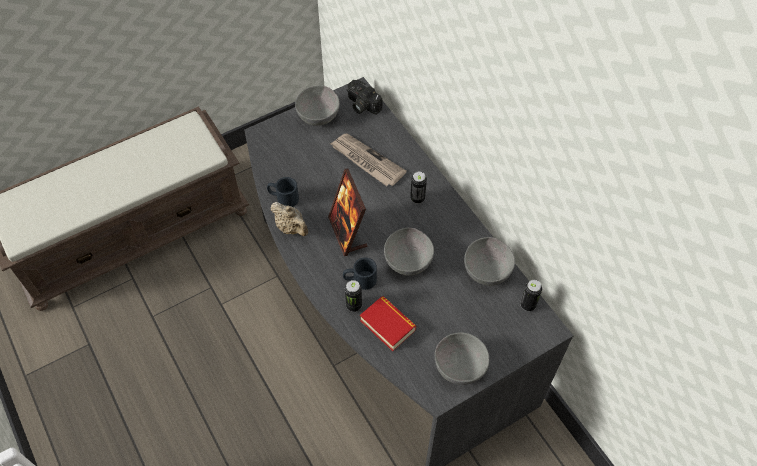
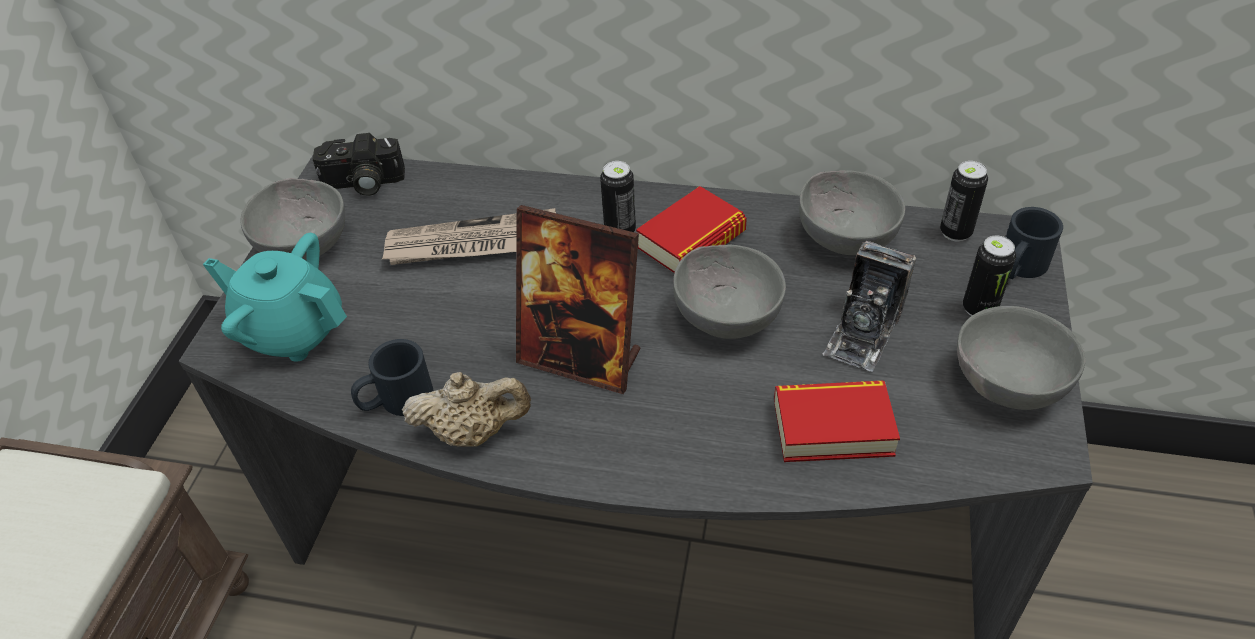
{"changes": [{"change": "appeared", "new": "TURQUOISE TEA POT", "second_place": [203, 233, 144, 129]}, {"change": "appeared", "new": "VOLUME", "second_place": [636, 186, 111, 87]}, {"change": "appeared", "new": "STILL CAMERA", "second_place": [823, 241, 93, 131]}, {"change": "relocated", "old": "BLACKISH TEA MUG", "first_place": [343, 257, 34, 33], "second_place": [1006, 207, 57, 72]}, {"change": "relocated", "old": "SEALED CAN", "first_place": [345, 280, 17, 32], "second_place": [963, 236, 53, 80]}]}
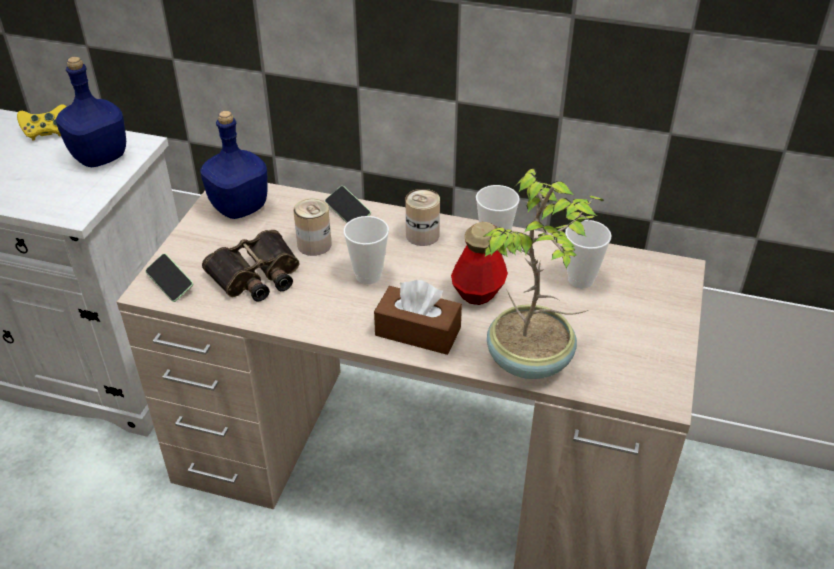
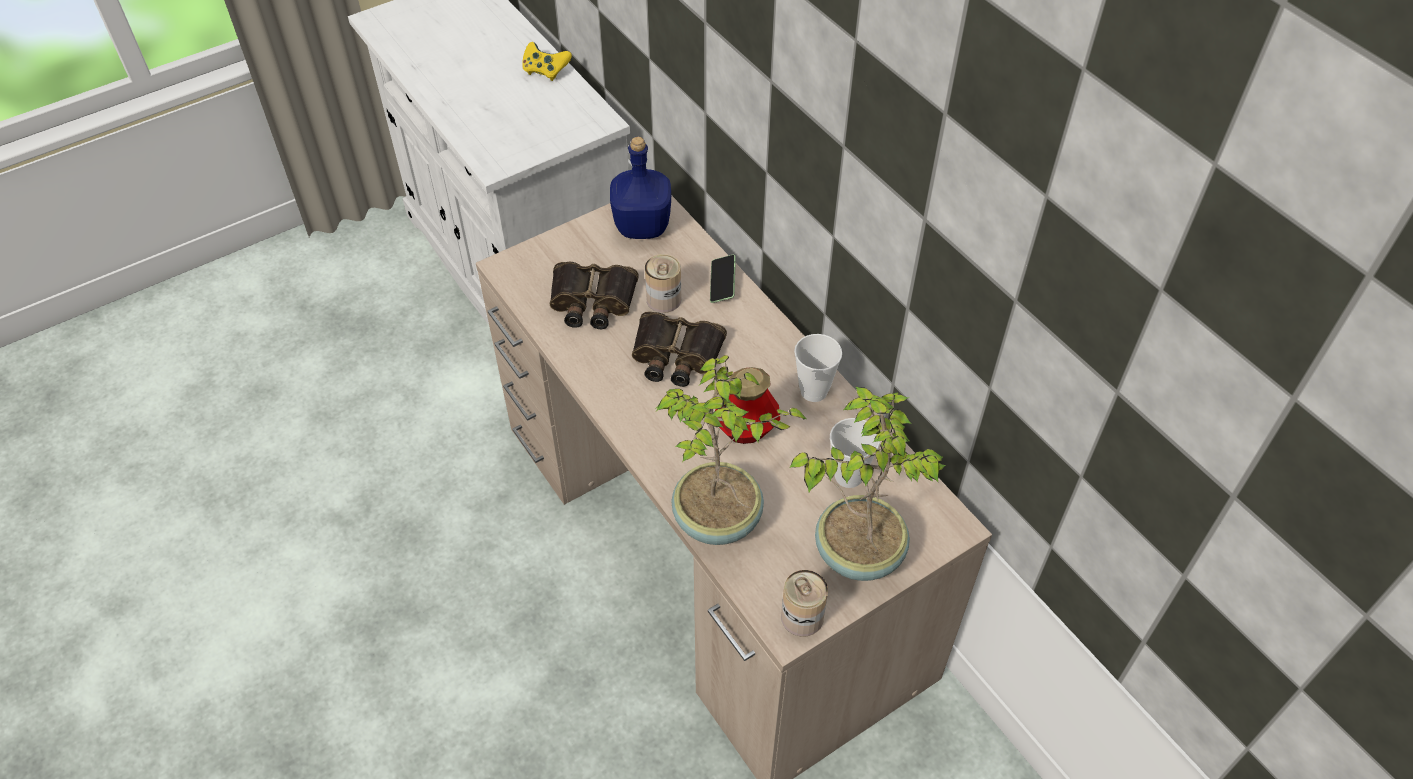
{"changes": [{"change": "missing", "old": "BLUE BOTTLE", "first_place": [56, 57, 70, 110]}, {"change": "missing", "old": "TELEPHONE", "first_place": [145, 253, 48, 49]}, {"change": "missing", "old": "BROWN TISSUE BOX", "first_place": [374, 280, 88, 75]}, {"change": "appeared", "new": "HOUSEPLANT", "second_place": [790, 386, 156, 195]}, {"change": "relocated", "old": "SEALED CAN", "first_place": [406, 189, 34, 57], "second_place": [781, 570, 47, 67]}, {"change": "exchanged", "old": "CUP", "new": "PAIR OF BINOCULARS", "first_place": [344, 216, 45, 68], "second_place": [632, 311, 95, 76]}]}
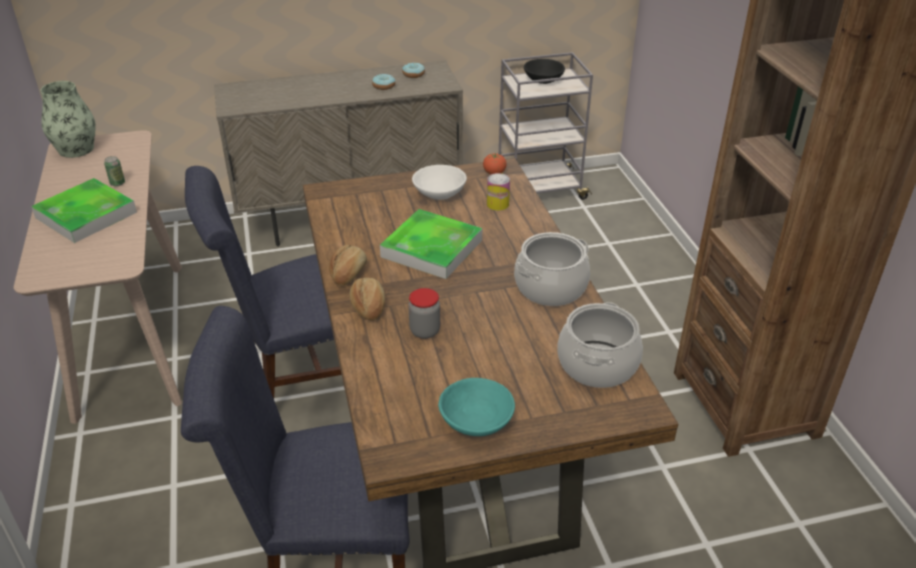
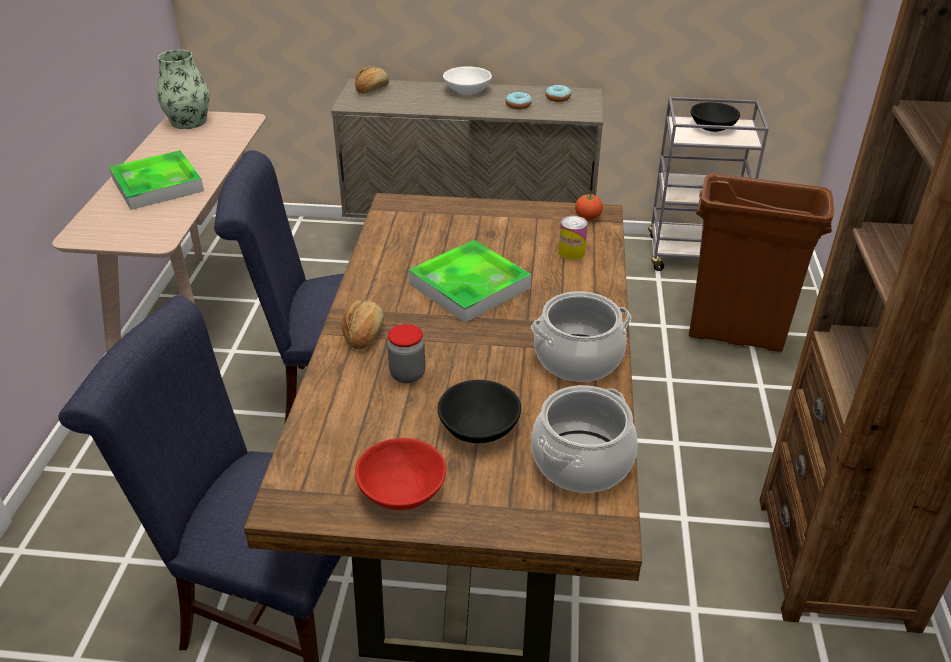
{"changes": [{"change": "missing", "old": "SEALED CAN", "first_place": [104, 156, 21, 30]}, {"change": "appeared", "new": "BLACKISH DEEP DISH", "second_place": [438, 380, 83, 63]}, {"change": "appeared", "new": "BROWN WASTE BIN", "second_place": [689, 173, 145, 179]}, {"change": "relocated", "old": "BAKERY BREAD", "first_place": [329, 245, 38, 41], "second_place": [355, 66, 34, 28]}, {"change": "relocated", "old": "WHITISH DEEP DISH", "first_place": [412, 165, 55, 35], "second_place": [443, 66, 49, 29]}, {"change": "colour", "old": "TURQUOISE DEEP DISH", "new": "RED DEEP DISH", "first_place": [438, 378, 77, 58], "second_place": [355, 438, 91, 72]}]}
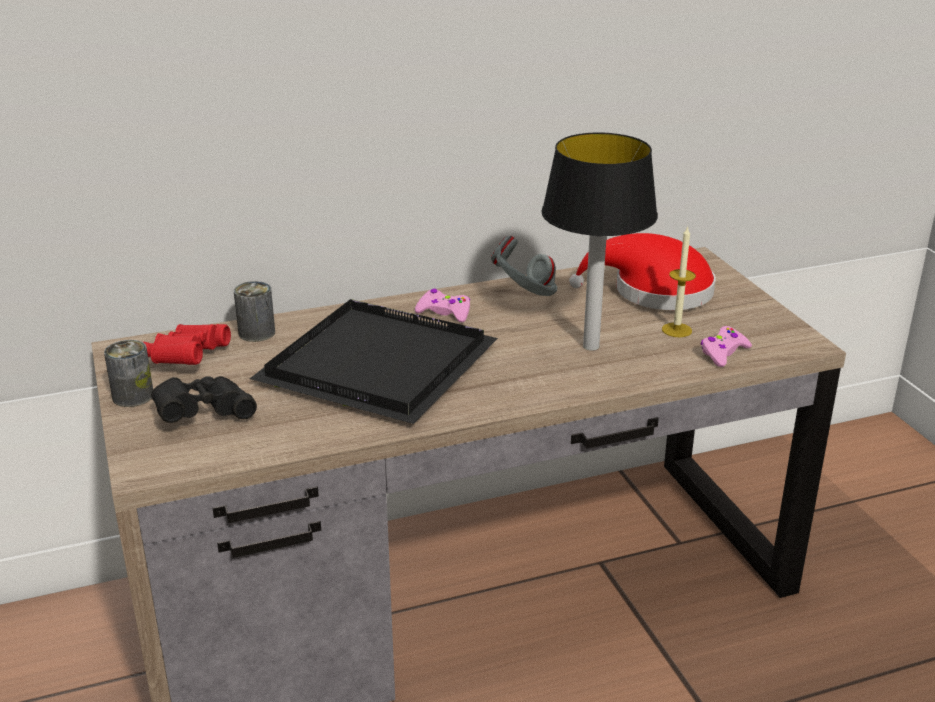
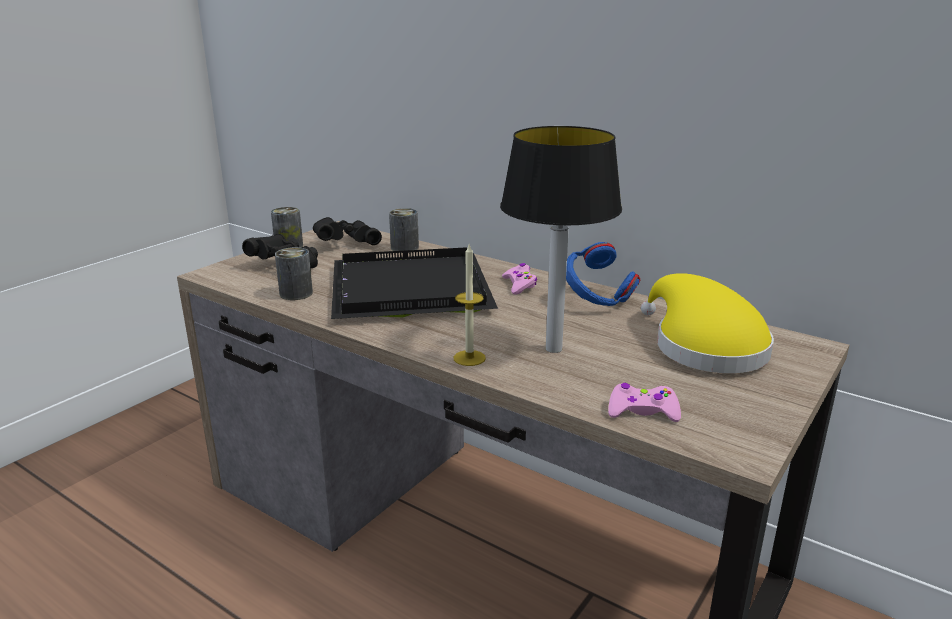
{"changes": [{"change": "appeared", "new": "SEALED CAN", "second_place": [275, 247, 38, 53]}, {"change": "relocated", "old": "WAX LIGHT", "first_place": [662, 226, 34, 111], "second_place": [454, 245, 32, 121]}, {"change": "colour", "old": "RED PAIR OF BINOCULARS", "new": "BLACKISH PAIR OF BINOCULARS", "first_place": [143, 324, 88, 41], "second_place": [313, 217, 69, 28]}, {"change": "colour", "old": "GREY HEADPHONES", "new": "BLUE HEADPHONES", "first_place": [491, 236, 66, 60], "second_place": [566, 242, 75, 64]}, {"change": "colour", "old": "RED HAT", "new": "YELLOW HAT", "first_place": [569, 233, 147, 77], "second_place": [641, 273, 133, 100]}]}
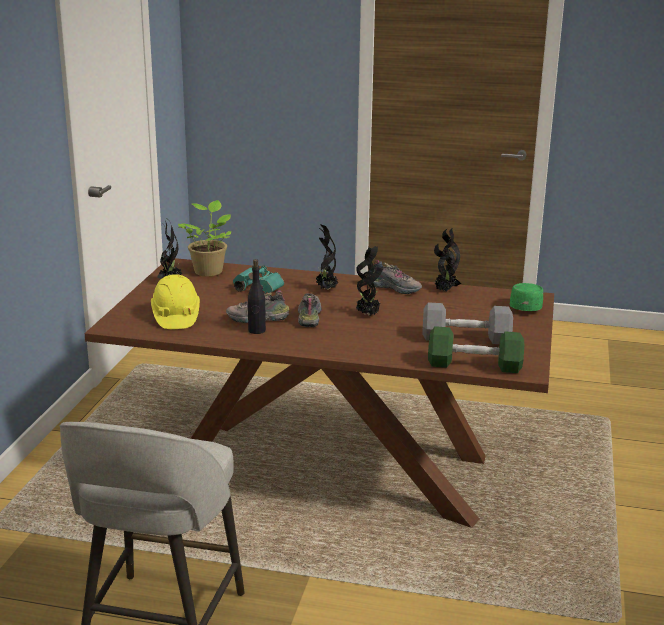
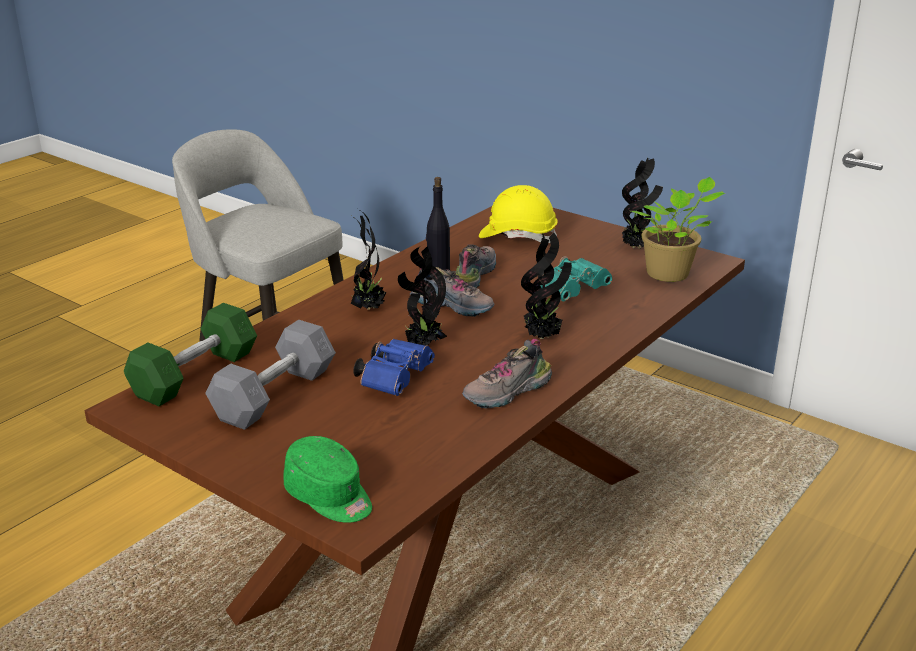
{"changes": [{"change": "appeared", "new": "BLUE PAIR OF BINOCULARS", "second_place": [353, 339, 82, 57]}, {"change": "relocated", "old": "HOUSEPLANT", "first_place": [434, 228, 27, 64], "second_place": [351, 209, 35, 101]}]}
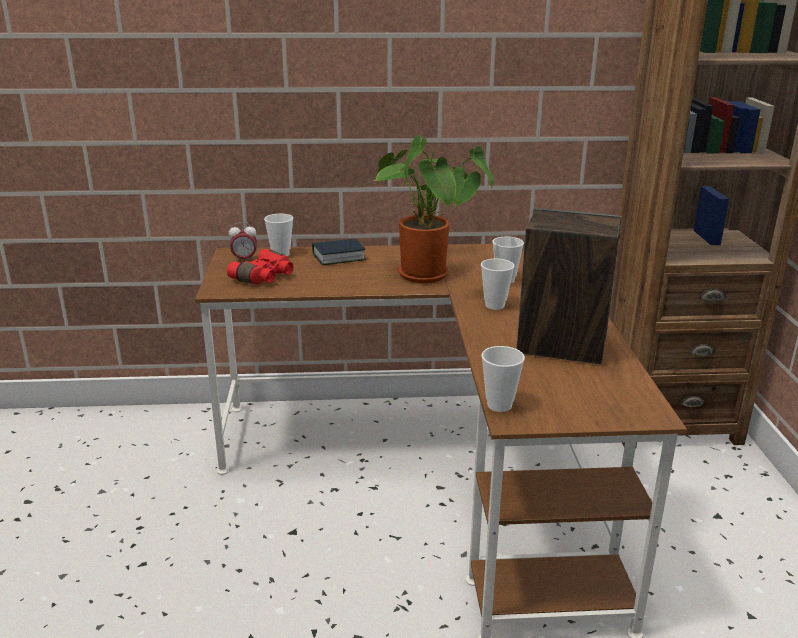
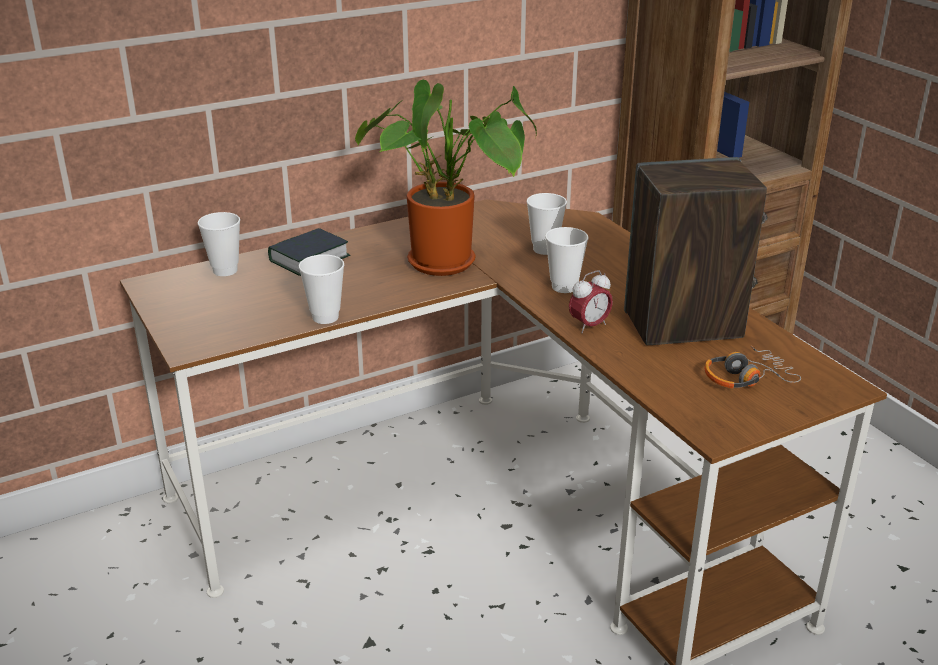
{"changes": [{"change": "missing", "old": "RED PAIR OF BINOCULARS", "first_place": [227, 249, 66, 35]}, {"change": "appeared", "new": "HEADPHONES", "second_place": [705, 346, 96, 42]}, {"change": "relocated", "old": "TABLE CLOCK", "first_place": [229, 222, 28, 40], "second_place": [569, 270, 44, 63]}, {"change": "relocated", "old": "CUP", "first_place": [481, 346, 44, 66], "second_place": [299, 254, 45, 70]}]}
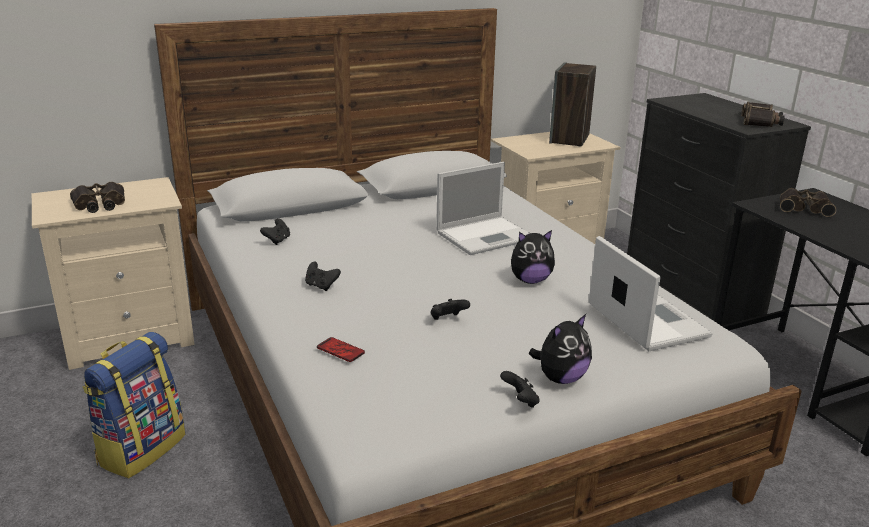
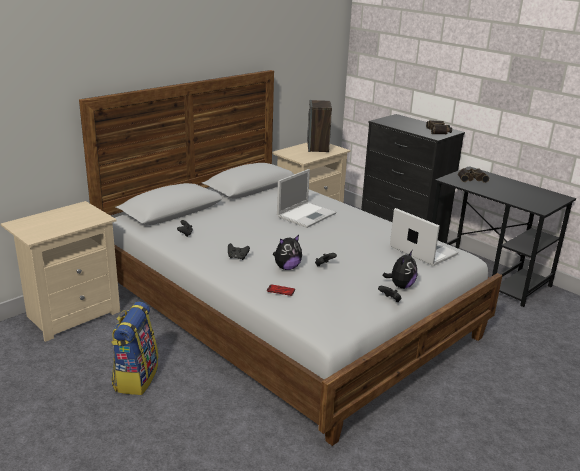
{"changes": [{"change": "missing", "old": "PAIR OF BINOCULARS", "first_place": [70, 182, 55, 31]}, {"change": "relocated", "old": "PLUSH TOY", "first_place": [511, 230, 44, 54], "second_place": [273, 235, 29, 35]}]}
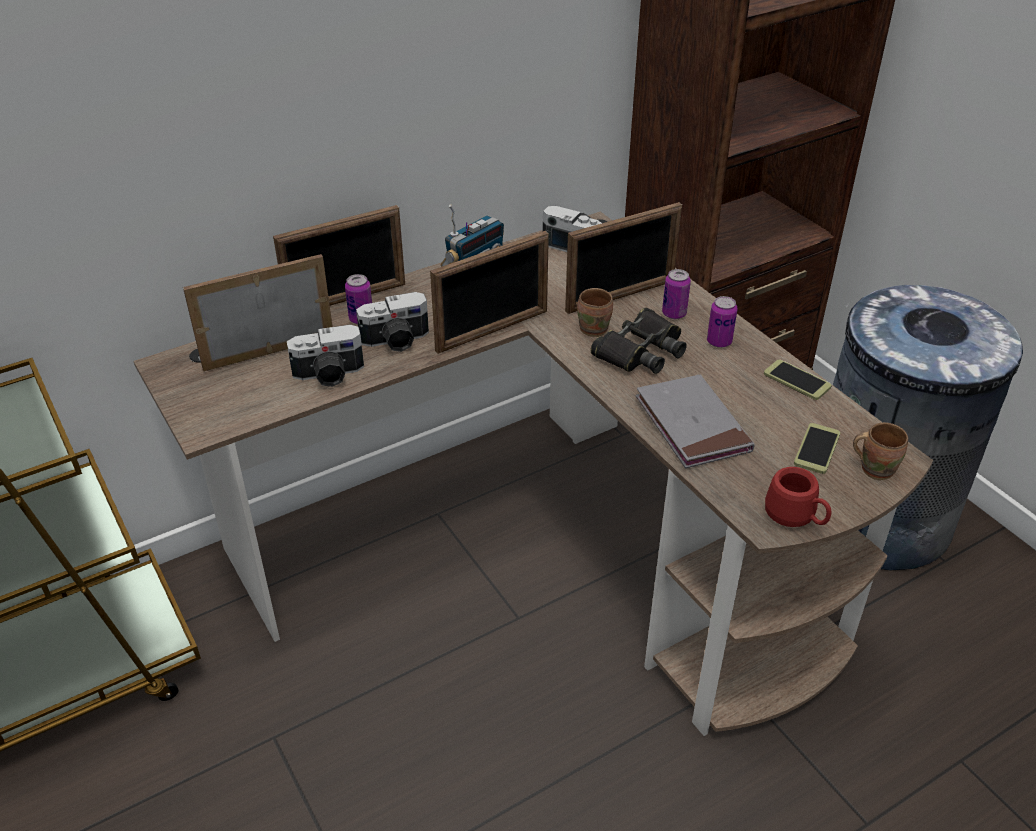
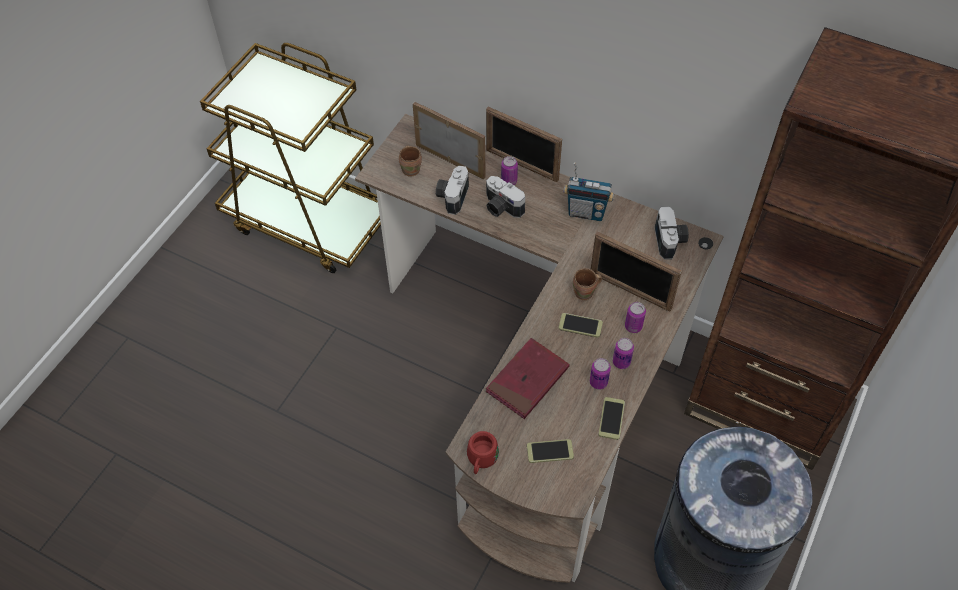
{"changes": [{"change": "missing", "old": "STANDING FRAME", "first_place": [430, 231, 119, 123]}, {"change": "appeared", "new": "SEALED CAN", "second_place": [590, 358, 21, 31]}, {"change": "relocated", "old": "BROWN TEA MUG", "first_place": [853, 422, 55, 58], "second_place": [399, 145, 23, 32]}, {"change": "exchanged", "old": "BLACKISH PAIR OF BINOCULARS", "new": "TELEPHONE", "first_place": [591, 307, 96, 67], "second_place": [559, 313, 44, 25]}, {"change": "colour", "old": "GREY VOLUME", "new": "RED VOLUME", "first_place": [636, 375, 119, 93], "second_place": [486, 338, 84, 81]}, {"change": "spun", "old": "STILL CAMERA", "first_place": [287, 325, 77, 62], "second_place": [436, 165, 33, 50], "degrees": 60}]}
